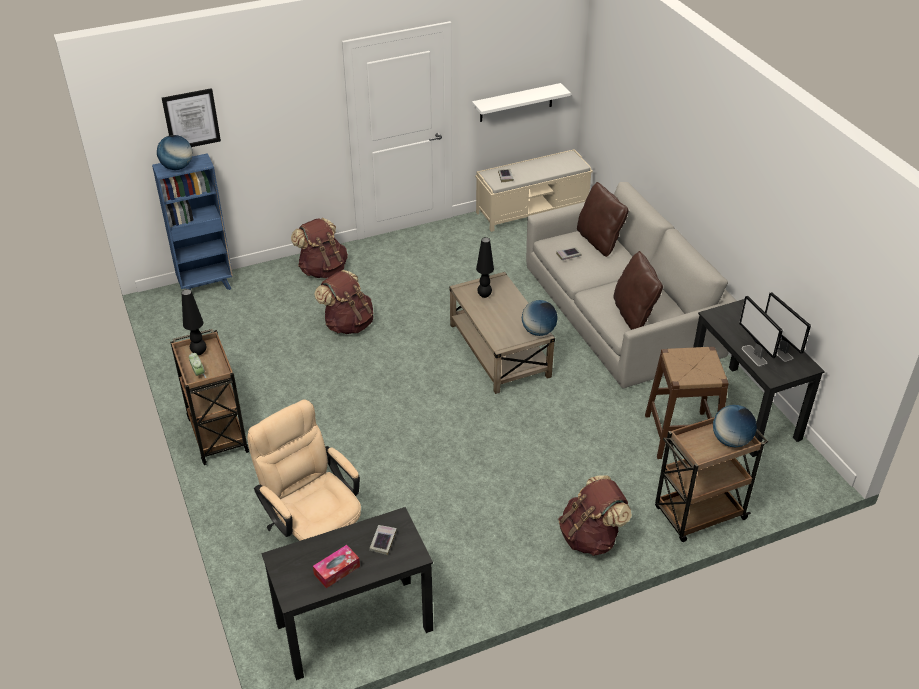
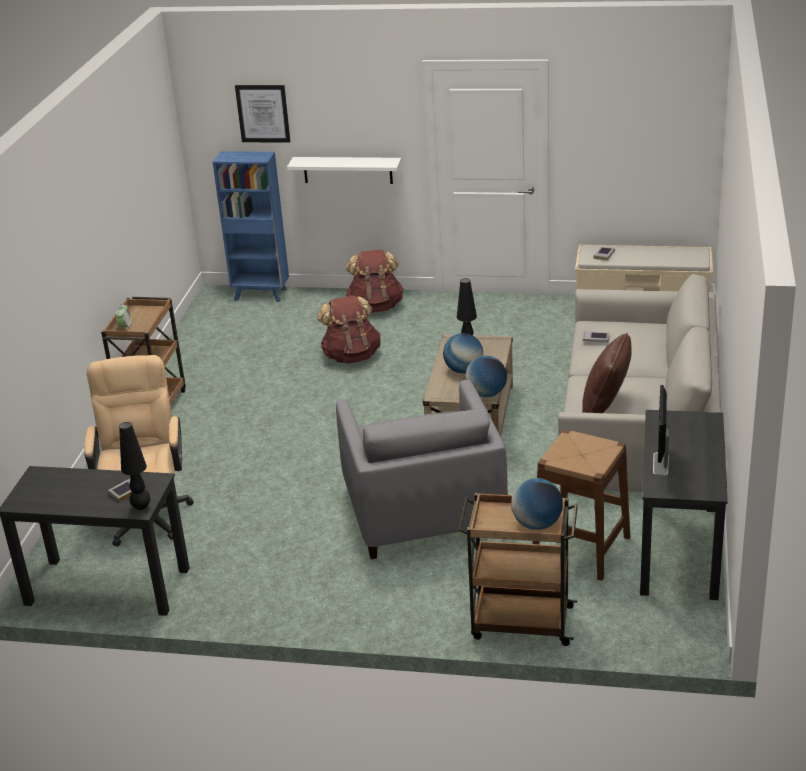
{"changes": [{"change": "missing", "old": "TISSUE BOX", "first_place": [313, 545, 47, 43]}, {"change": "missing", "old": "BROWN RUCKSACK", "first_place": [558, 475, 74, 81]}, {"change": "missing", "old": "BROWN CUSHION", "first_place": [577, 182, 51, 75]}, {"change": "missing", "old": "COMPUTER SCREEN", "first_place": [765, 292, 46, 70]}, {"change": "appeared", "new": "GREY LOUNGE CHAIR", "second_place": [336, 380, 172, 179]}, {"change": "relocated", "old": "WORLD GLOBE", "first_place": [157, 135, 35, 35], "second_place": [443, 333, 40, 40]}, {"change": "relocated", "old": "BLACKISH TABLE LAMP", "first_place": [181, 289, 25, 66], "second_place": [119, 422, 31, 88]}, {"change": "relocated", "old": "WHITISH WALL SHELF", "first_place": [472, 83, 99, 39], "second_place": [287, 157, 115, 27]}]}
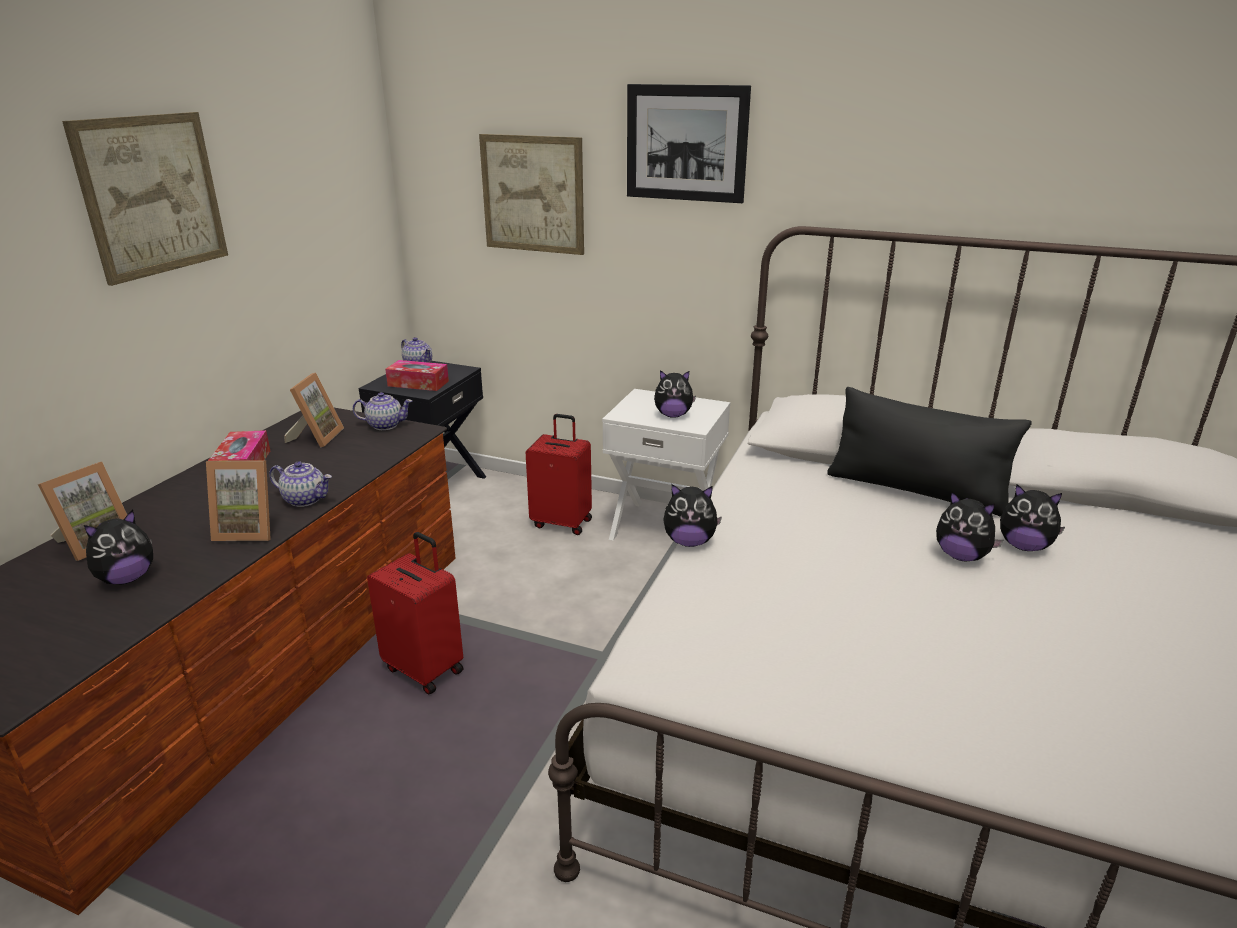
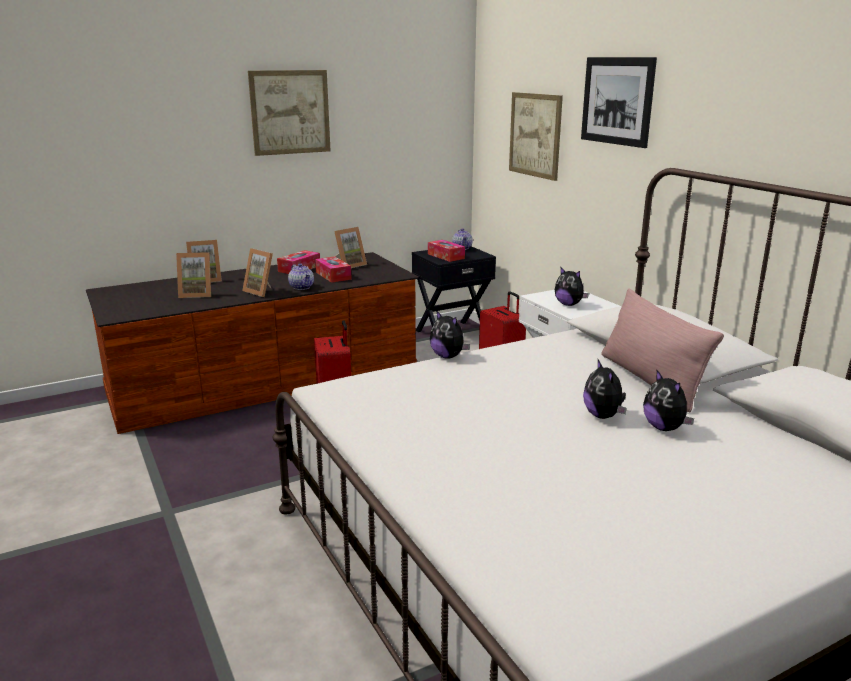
{"changes": [{"change": "missing", "old": "TEA POT", "first_place": [353, 392, 59, 38]}, {"change": "appeared", "new": "TISSUE BOX", "second_place": [315, 256, 37, 27]}, {"change": "exchanged", "old": "PLUSH TOY", "new": "STANDING FRAME", "first_place": [84, 510, 69, 74], "second_place": [176, 252, 35, 46]}, {"change": "colour", "old": "BLACKISH CUSHION", "new": "PINK CUSHION", "first_place": [827, 387, 205, 129], "second_place": [601, 288, 123, 124]}]}
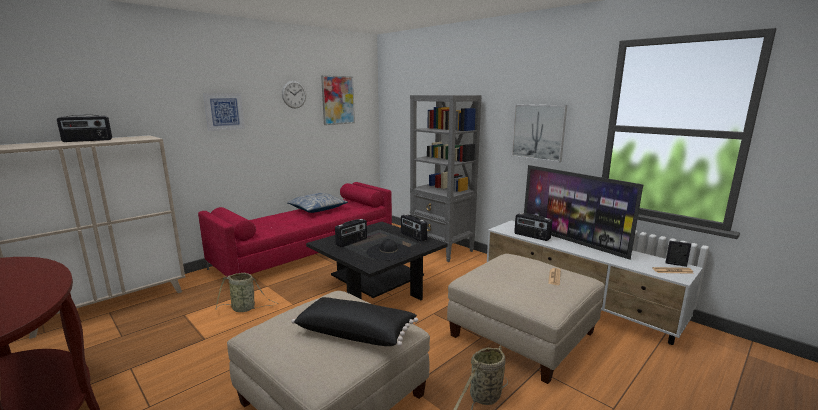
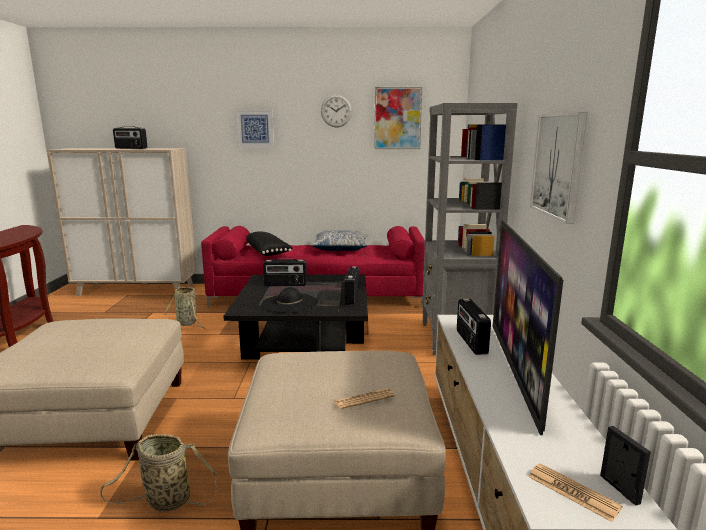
{"changes": [{"change": "relocated", "old": "BLACKISH CUSHION", "first_place": [291, 297, 127, 50], "second_place": [247, 231, 46, 25]}]}
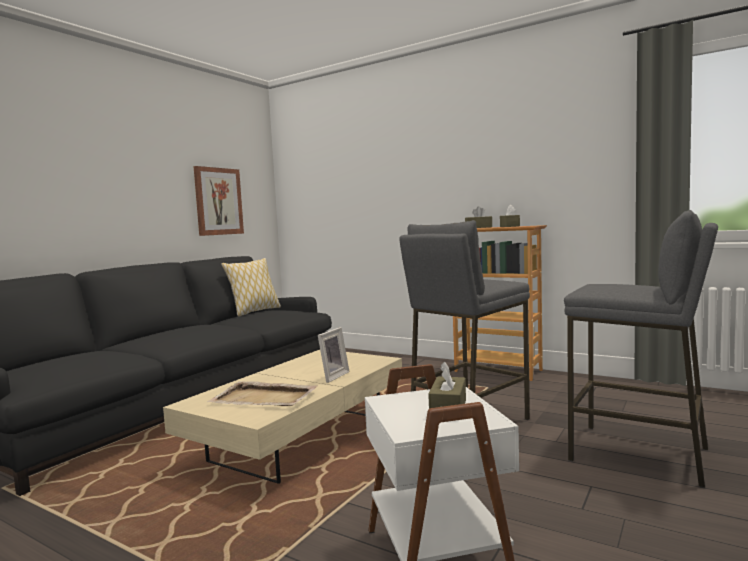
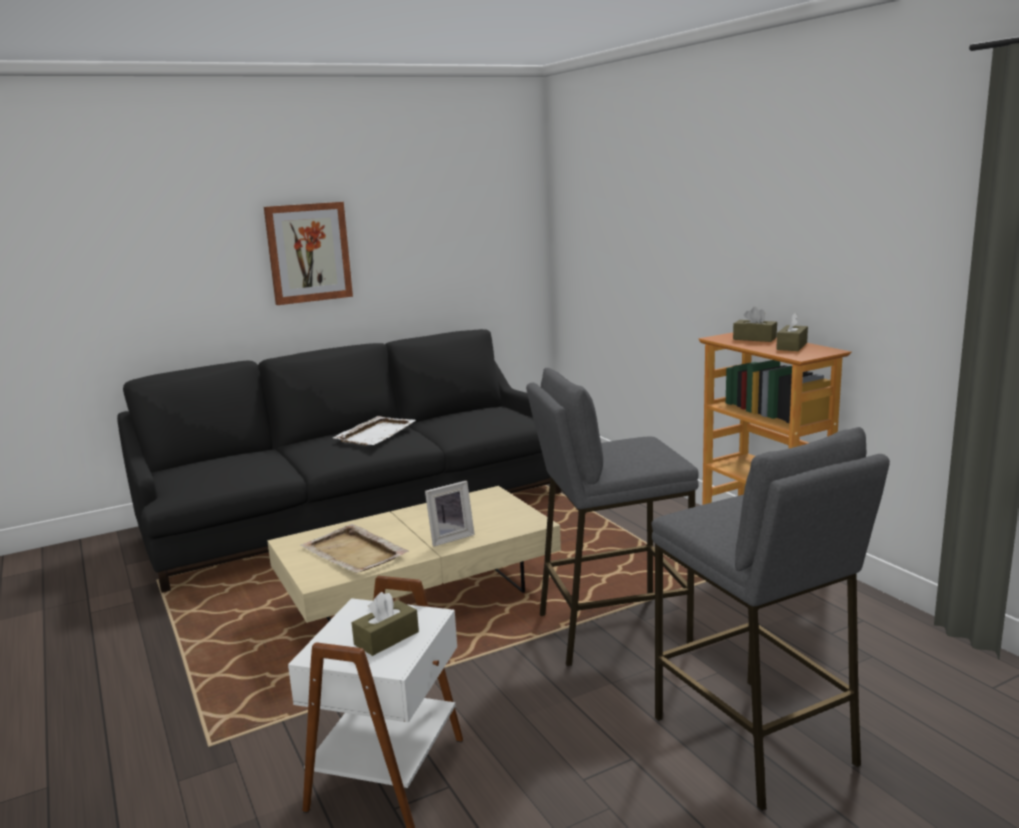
{"changes": [{"change": "missing", "old": "CUSHION", "first_place": [221, 258, 60, 59]}, {"change": "appeared", "new": "WHITISH TRAY", "second_place": [333, 416, 83, 29]}, {"change": "relocated", "old": "WALL PICTURE", "first_place": [194, 166, 50, 70], "second_place": [264, 202, 89, 103]}]}
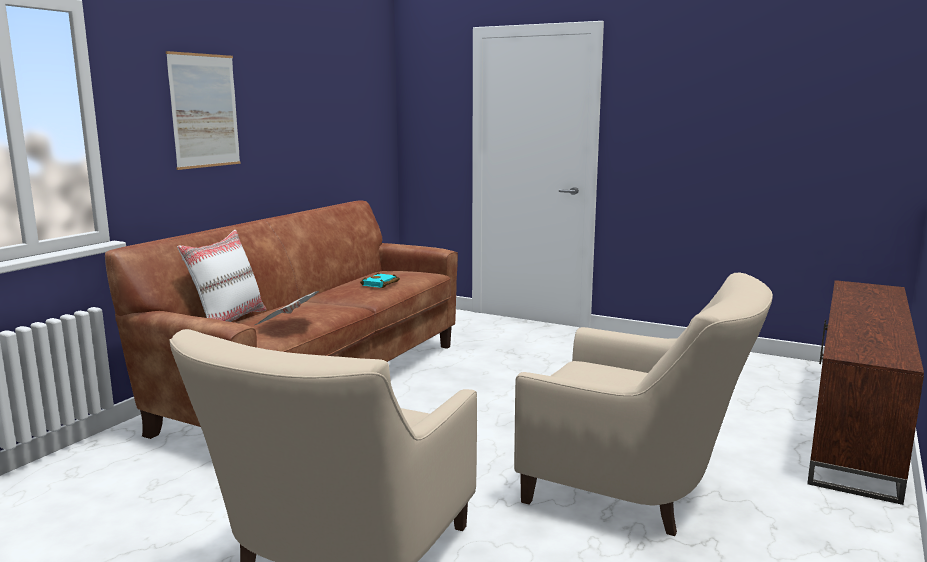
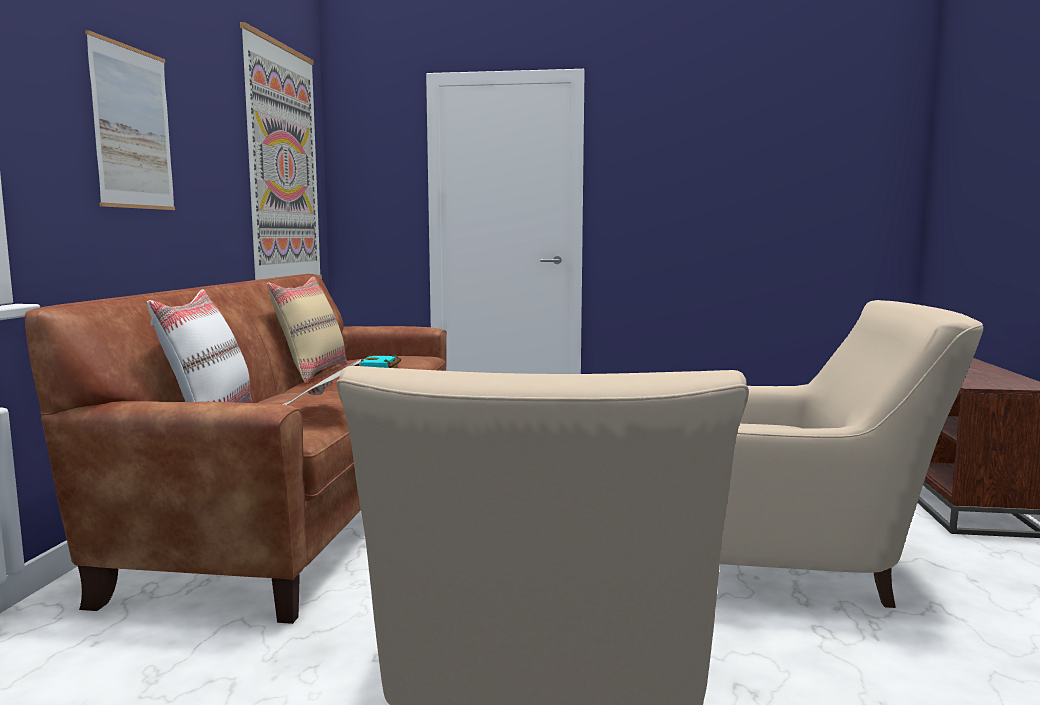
{"changes": [{"change": "appeared", "new": "WALL PICTURE", "second_place": [240, 22, 82, 258]}, {"change": "appeared", "new": "BEIGE CUSHION", "second_place": [267, 276, 81, 107]}]}
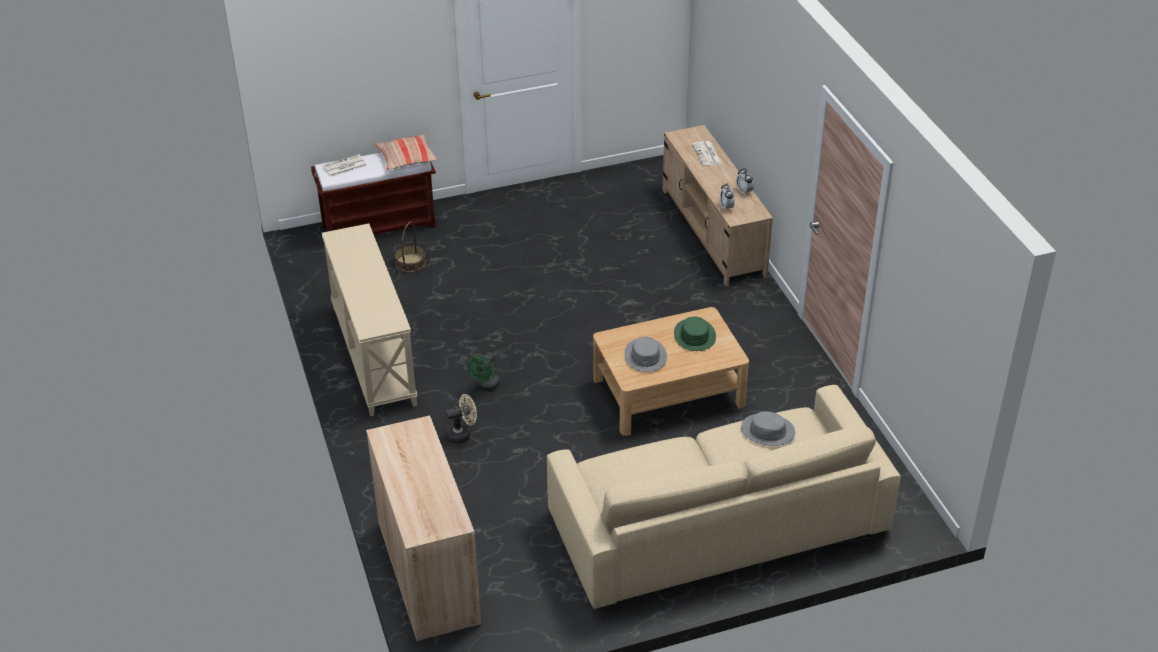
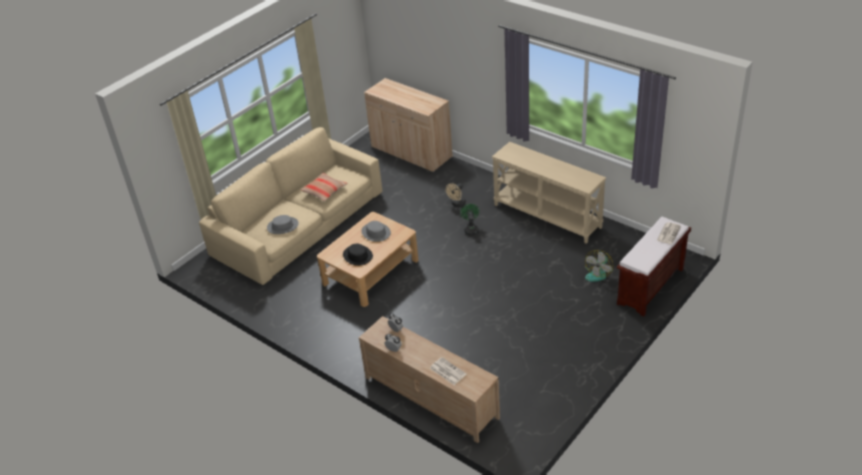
{"changes": [{"change": "relocated", "old": "CUSHION", "first_place": [376, 135, 61, 35], "second_place": [300, 173, 48, 28]}, {"change": "exchanged", "old": "BASKET", "new": "ELECTRIC FAN", "first_place": [395, 222, 31, 50], "second_place": [585, 250, 28, 32]}, {"change": "colour", "old": "GREENISH HAT", "new": "BLACKISH HAT", "first_place": [674, 316, 42, 35], "second_place": [343, 244, 30, 22]}]}
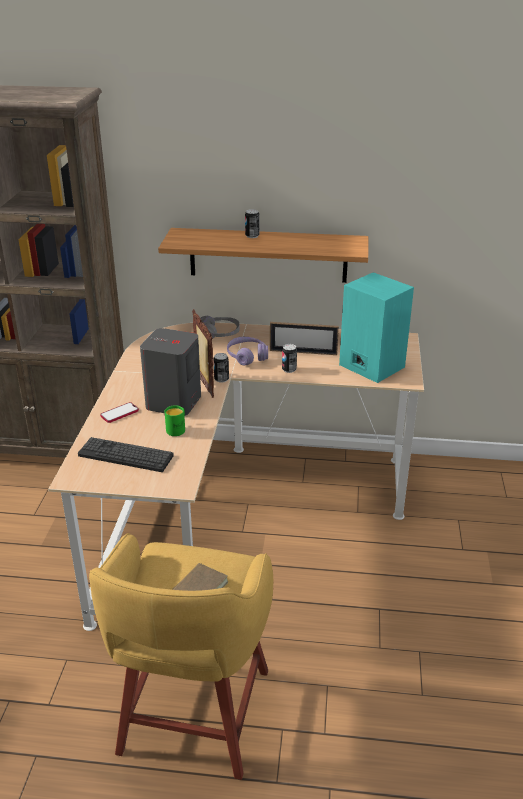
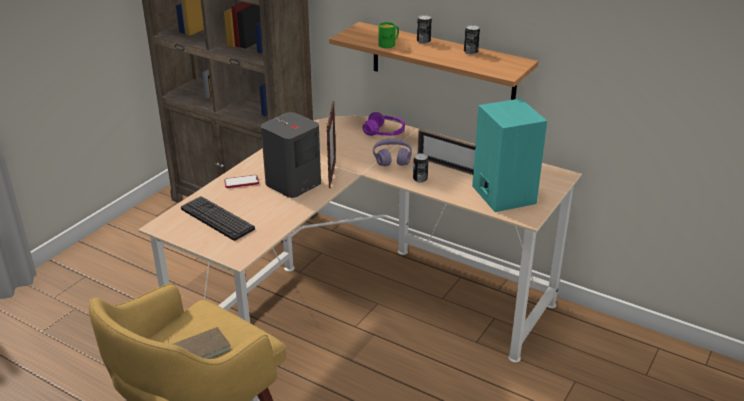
{"changes": [{"change": "relocated", "old": "GREENISH TEA MUG", "first_place": [165, 405, 20, 31], "second_place": [378, 22, 21, 26]}, {"change": "relocated", "old": "SEALED CAN", "first_place": [213, 353, 16, 30], "second_place": [464, 25, 16, 30]}, {"change": "colour", "old": "GREY HEADPHONES", "new": "PURPLE HEADPHONES", "first_place": [200, 316, 40, 23], "second_place": [363, 112, 42, 24]}]}
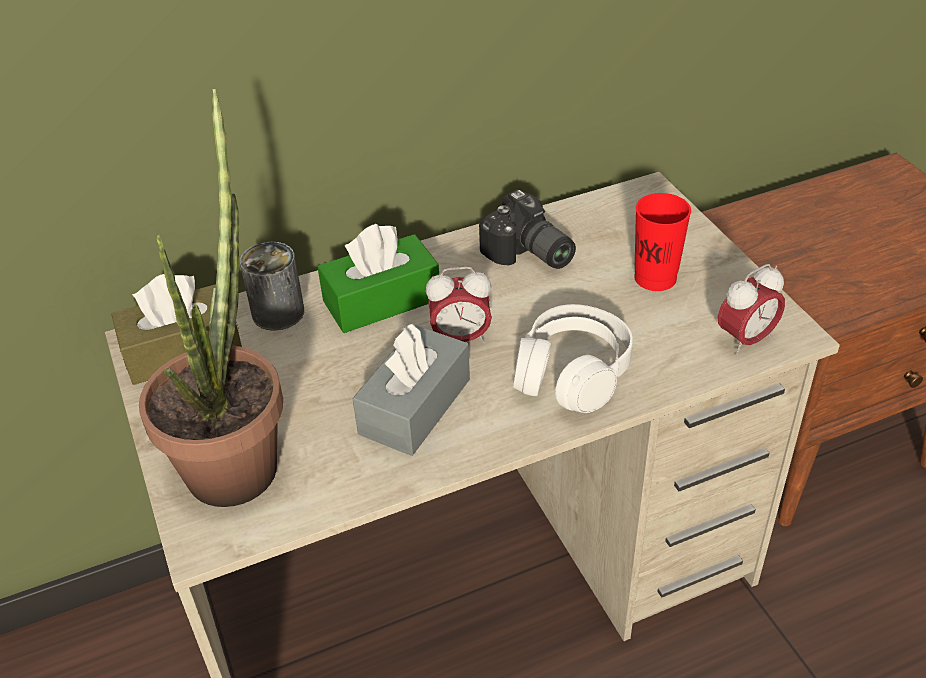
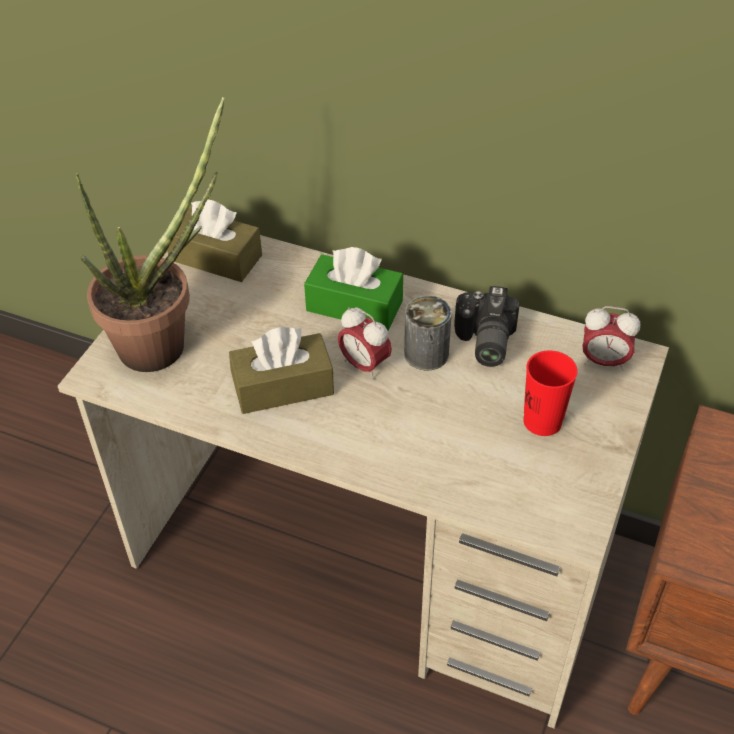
{"changes": [{"change": "missing", "old": "WHITISH HEADPHONES", "first_place": [513, 304, 120, 109]}, {"change": "relocated", "old": "SEALED CAN", "first_place": [240, 242, 64, 89], "second_place": [404, 296, 48, 75]}, {"change": "relocated", "old": "TABLE CLOCK", "first_place": [718, 264, 67, 91], "second_place": [582, 306, 59, 65]}, {"change": "colour", "old": "GREY TISSUE BOX", "new": "BROWN TISSUE BOX", "first_place": [352, 324, 118, 132], "second_place": [229, 327, 105, 87]}]}
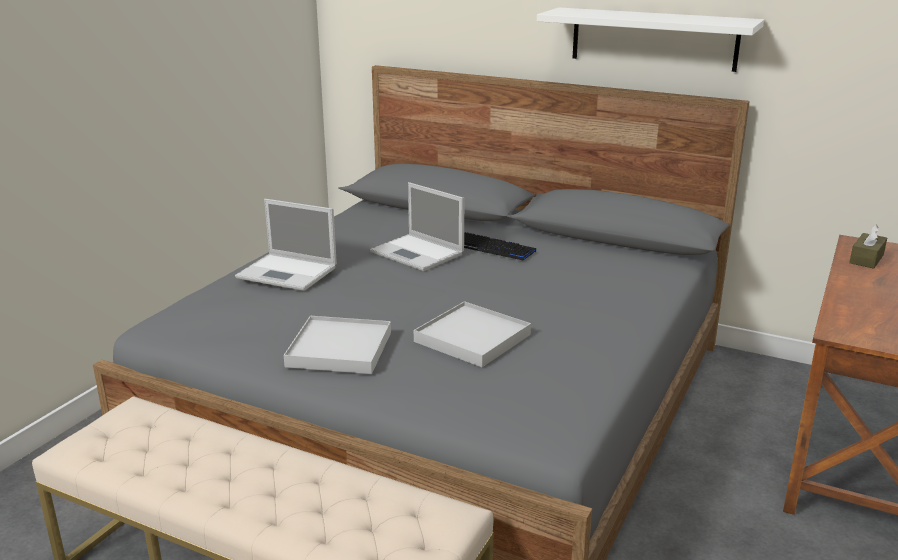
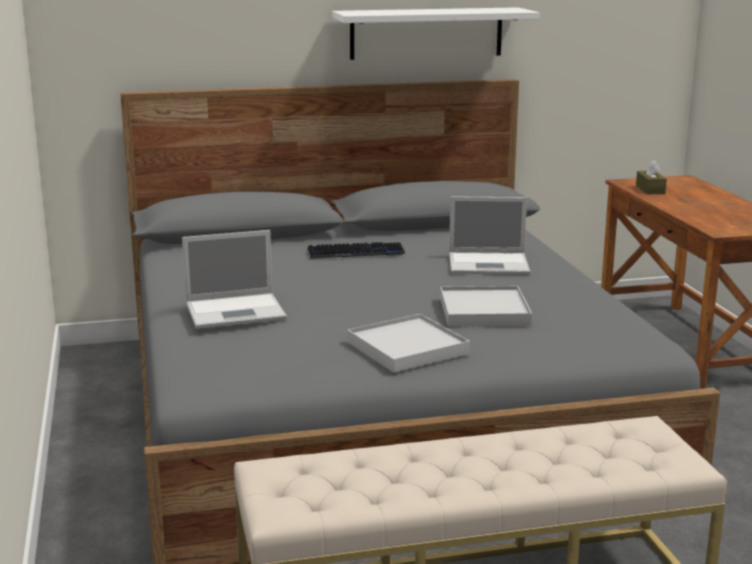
{"changes": [{"change": "relocated", "old": "NOTEBOOK COMPUTER", "first_place": [370, 182, 94, 89], "second_place": [449, 196, 81, 79]}]}
